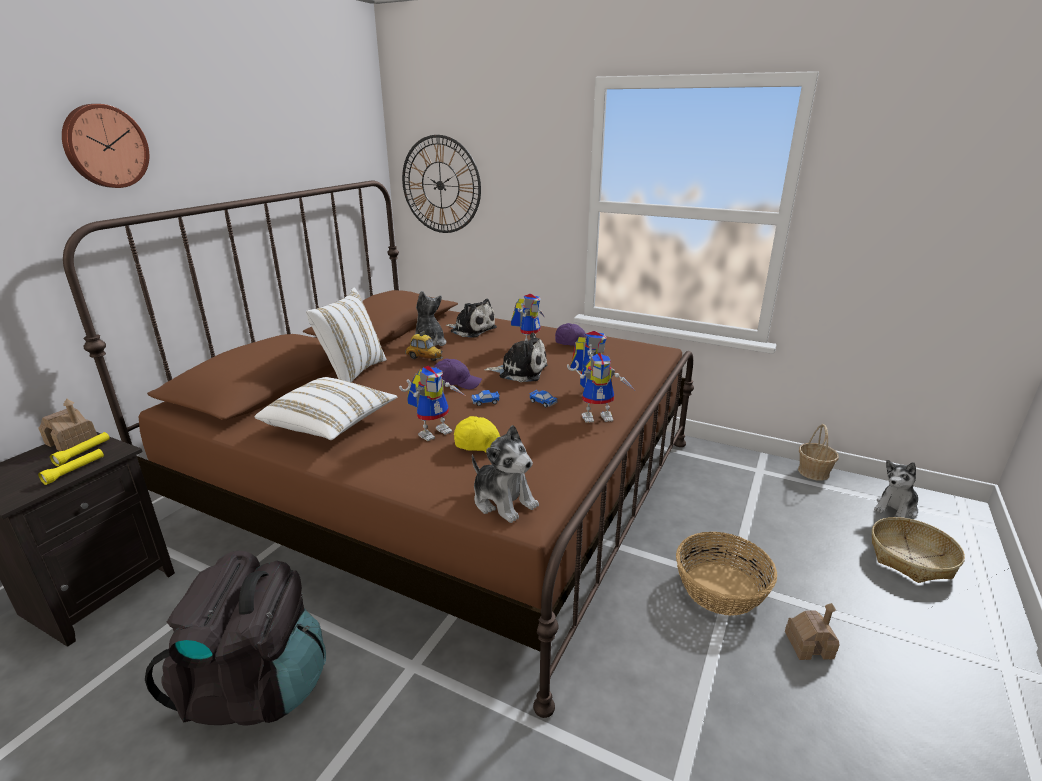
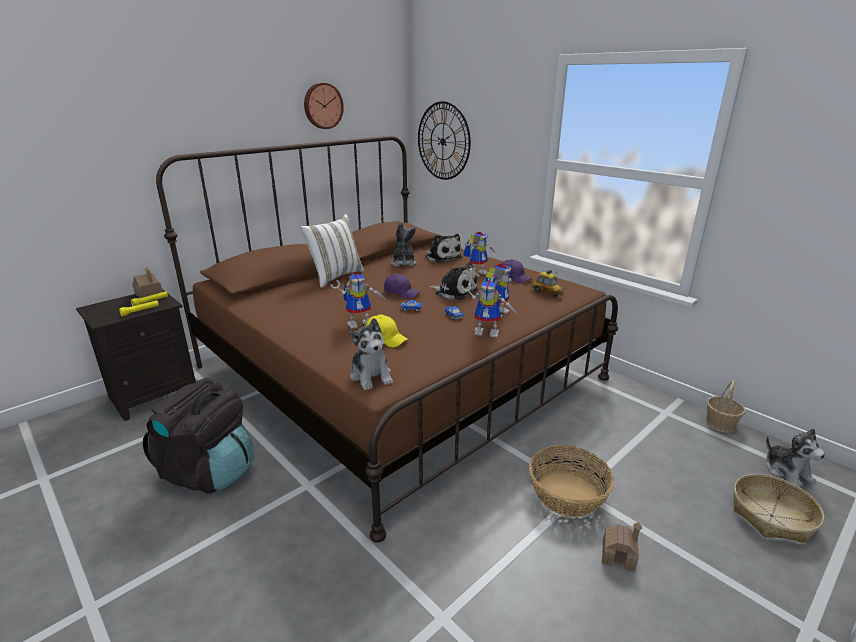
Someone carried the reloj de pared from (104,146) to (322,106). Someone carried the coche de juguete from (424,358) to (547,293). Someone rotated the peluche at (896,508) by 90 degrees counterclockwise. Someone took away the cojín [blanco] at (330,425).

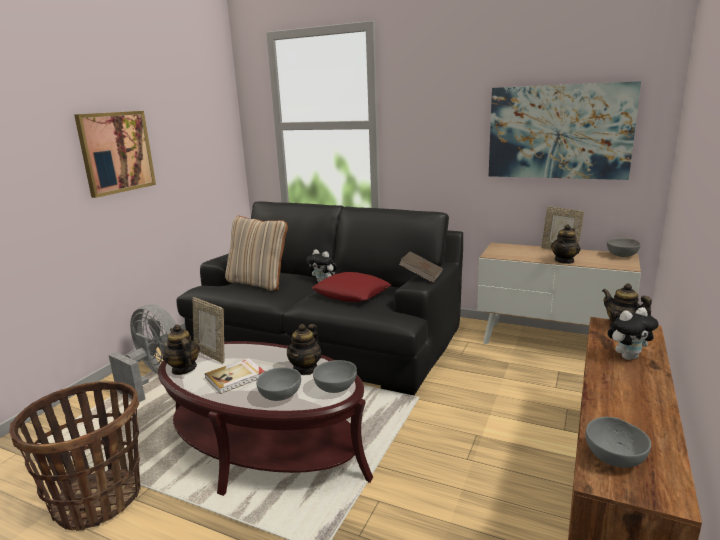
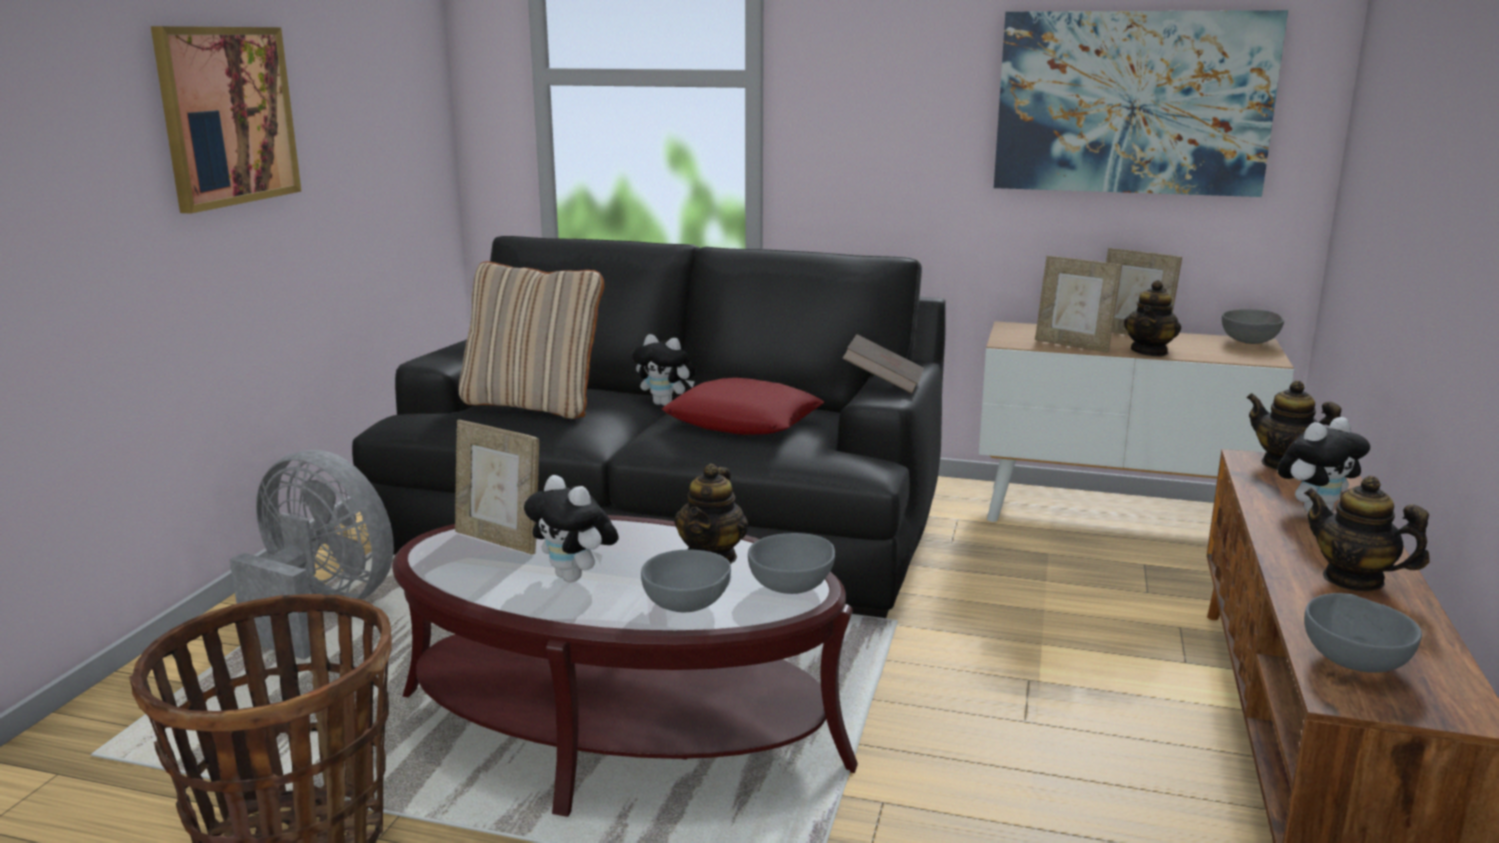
Someone swapped the libro at (236,377) for the peluche at (575,577). Someone put down the portarretratos at (1073,345). Someone carried the tetera from (183,369) to (1353,579).

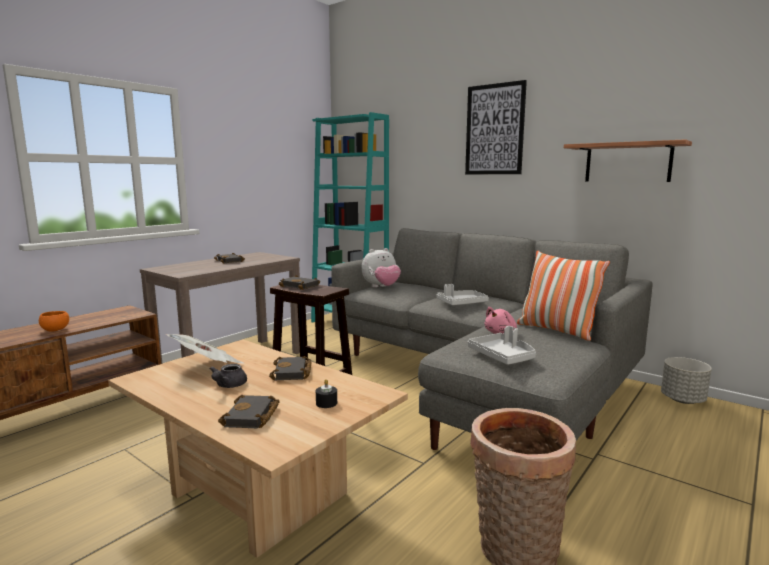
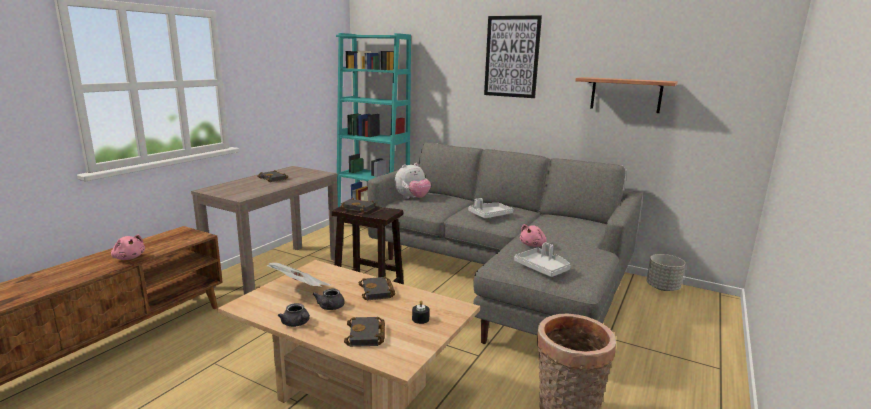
Someone swapped the cuenco [naranja] at (55,330) for the peluche [rosa] at (129,257). Someone put down the tetera [gris] at (297,324). Someone took away the cojín at (556,330).

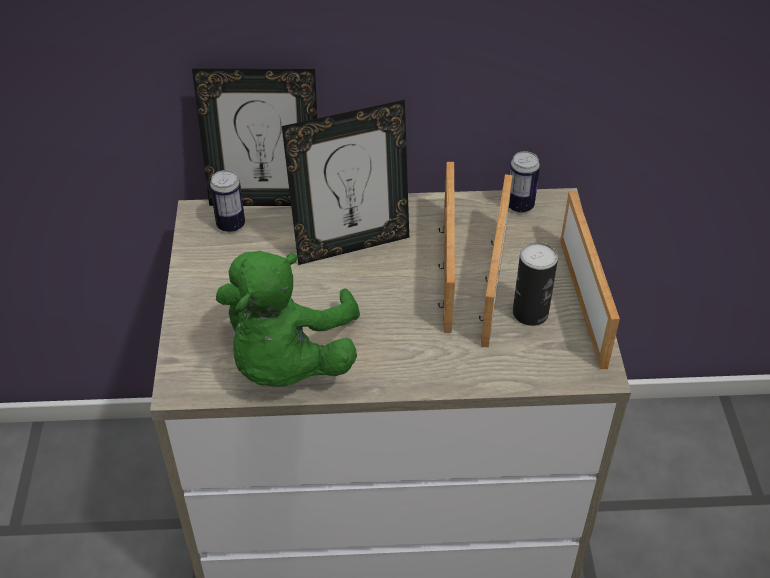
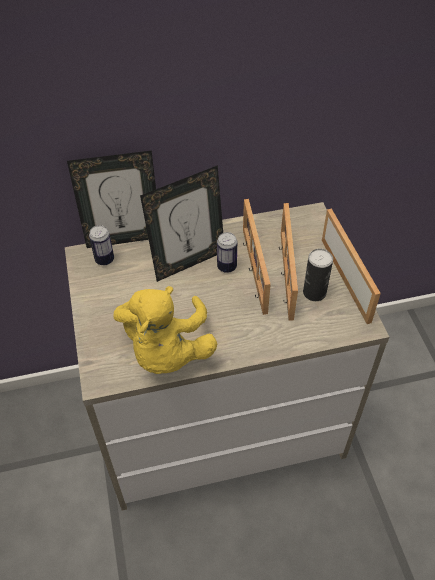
Someone repainted the peluche [verde] at (287,361), which became the peluche [amarillo] at (166,351). Someone carried the lata from (520,206) to (227,267).

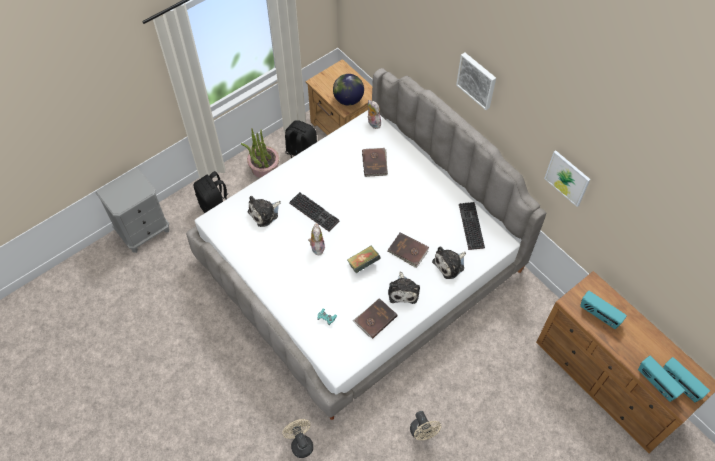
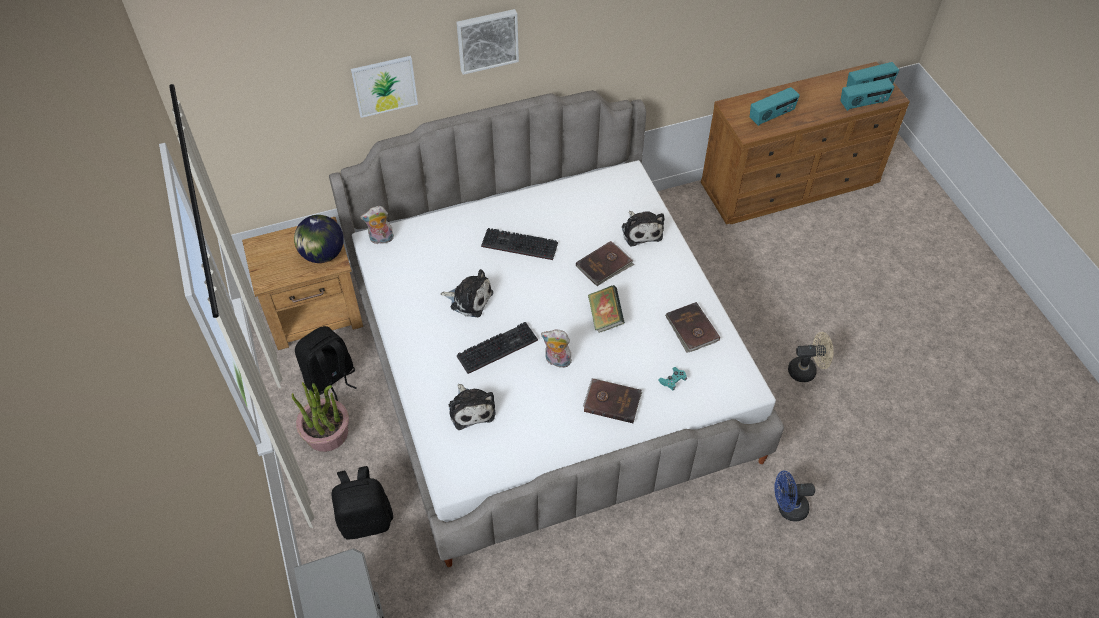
Someone carried the cuadro from (567,178) to (384,86). Someone carried the peluche from (403,291) to (469,299). Someone carried the teclado from (470,225) to (518,246). Someone carried the libro [marrón] from (375,163) to (612,401). Someone repainted the ventilador [beis] at (300,443), which became the ventilador [azul] at (787,508).

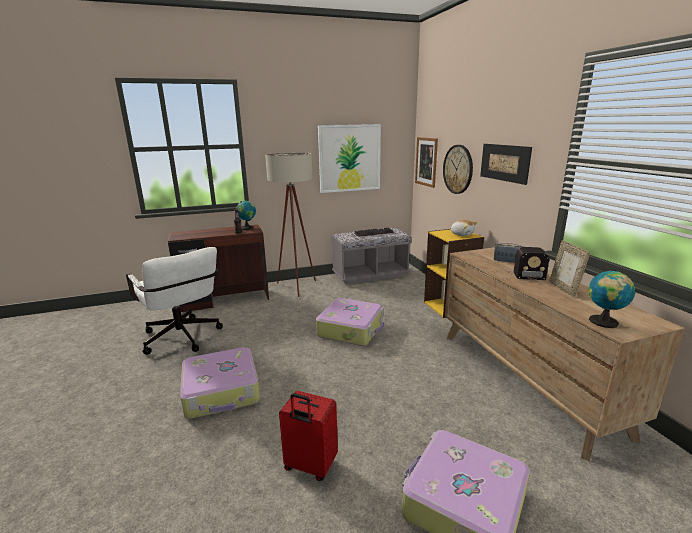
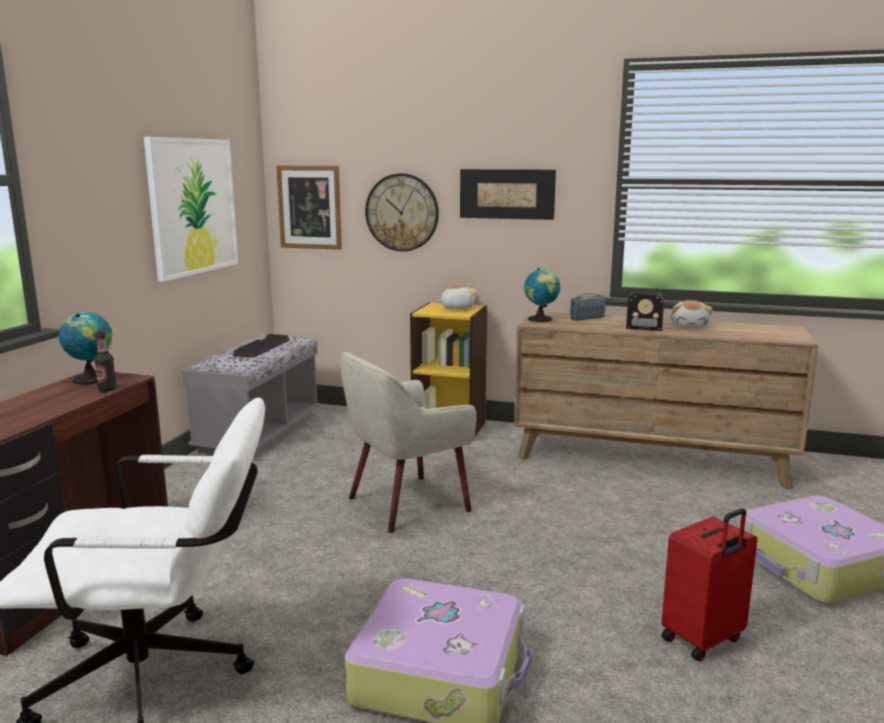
Someone swapped the maleta at (351,329) for the sillón [beis] at (406,504). Someone carried the globo terráqueo from (604,322) to (541,319). Someone rotated the radio at (518,274) by 60 degrees clockwise. Someone swapped the portarretratos at (564,289) for the peluche at (690,326). Someone took away the lámpara de pie [beis] at (297,289).

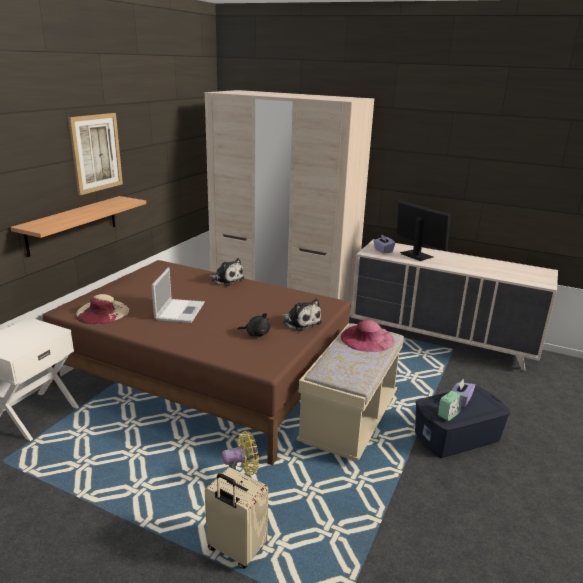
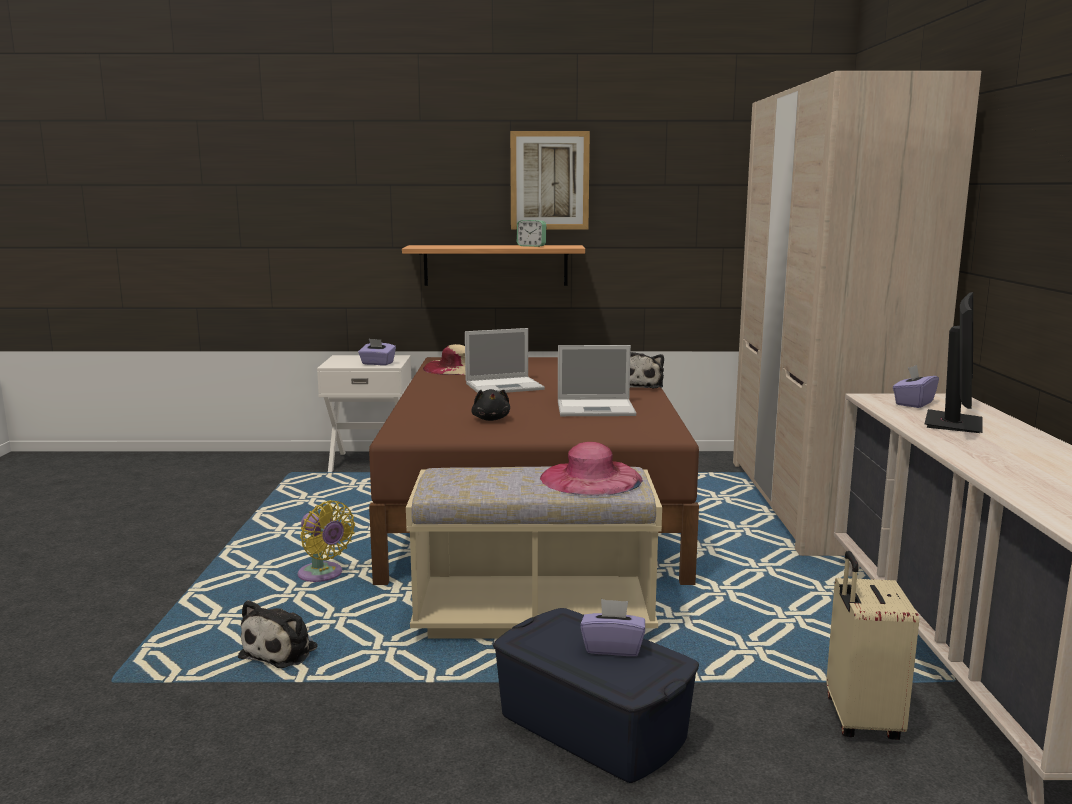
Someone carried the peluche from (301,322) to (282,650). Someone put down the caja de pañuelos [morado] at (377,363). Someone carried the despertador from (448,414) to (531,246). Someone put down the portátil at (597,408). Someone carried the maleta [beis] from (235,550) to (859,720).

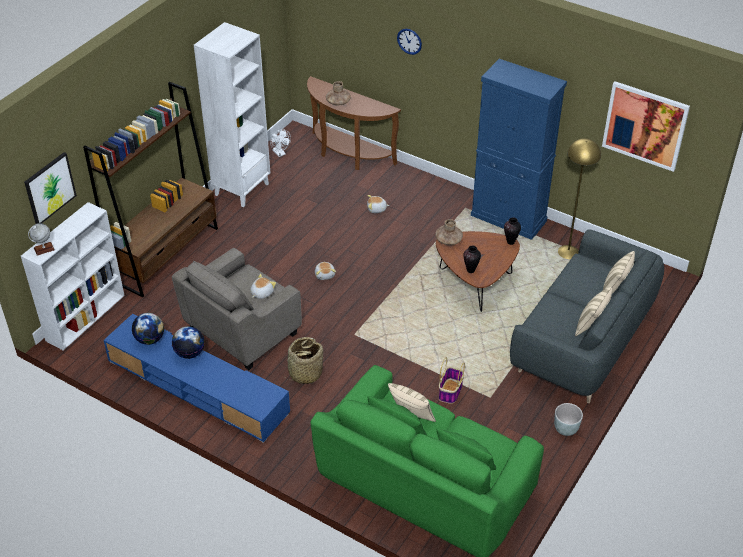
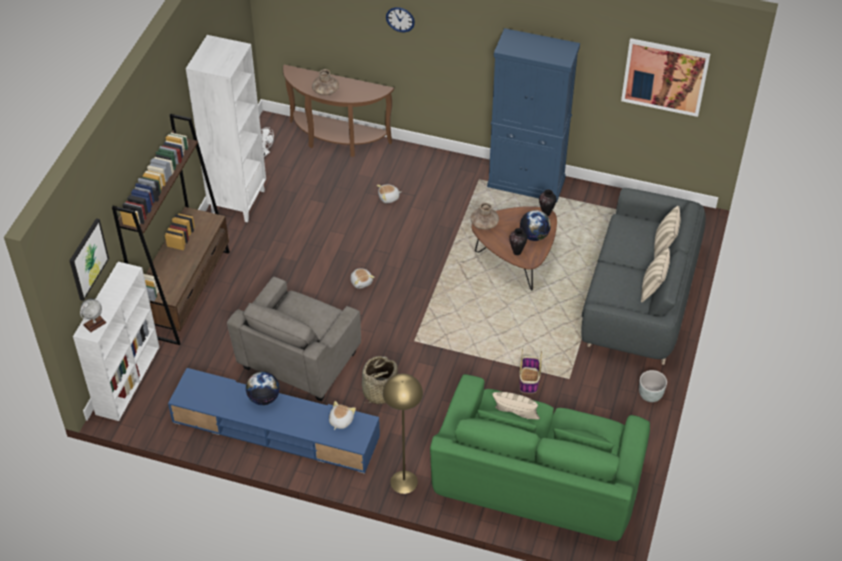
Someone carried the peluche from (261,293) to (340,421). Someone carried the lámpara de pie [amarillo] from (568,252) to (403,482). Someone carried the globo terráqueo from (150,339) to (534,236).

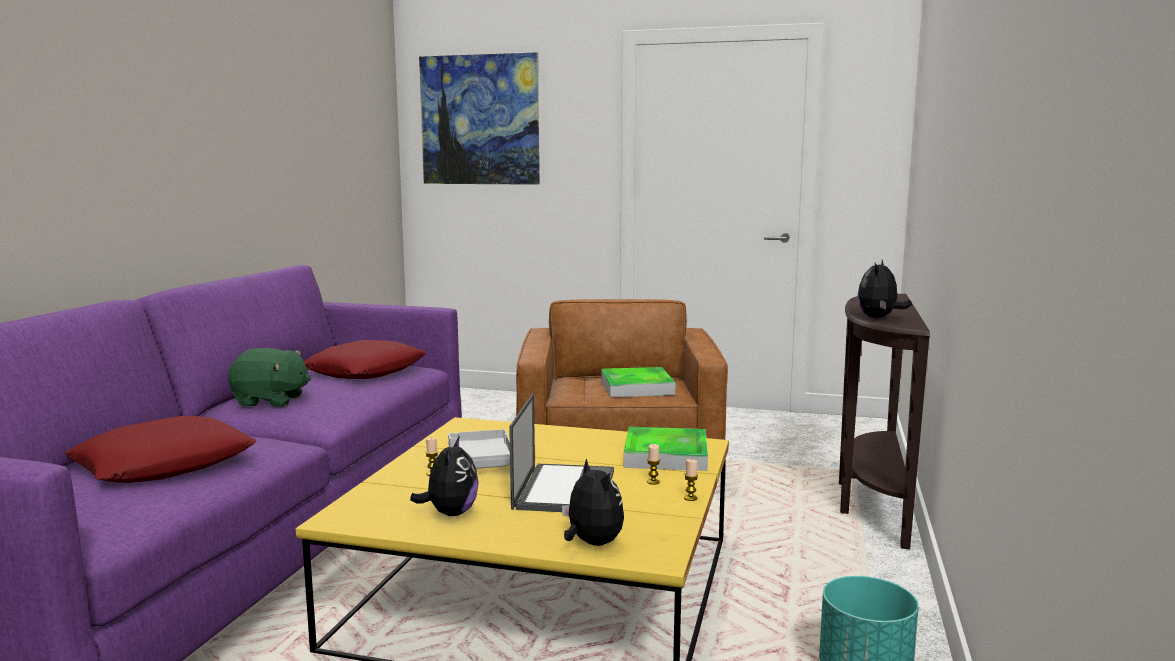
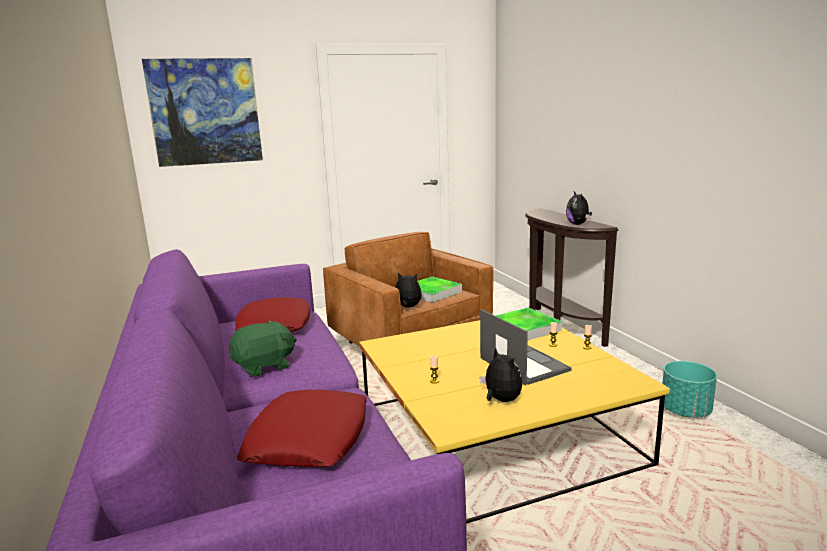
Someone carried the peluche from (592,543) to (407,307). Someone took away the bandeja [gris] at (480,461).

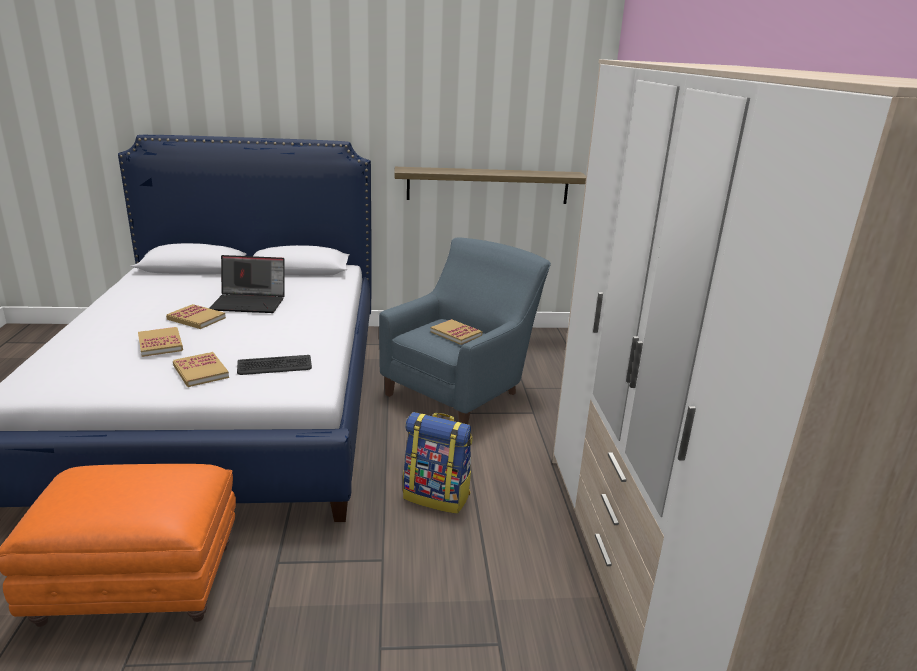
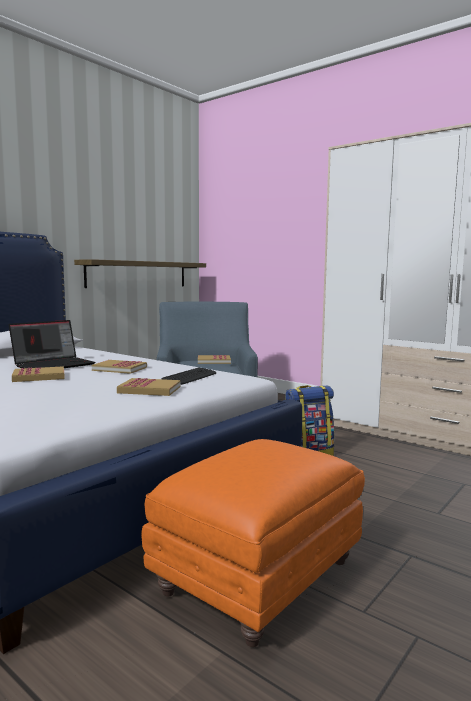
Someone carried the libro from (160,344) to (119,369).

